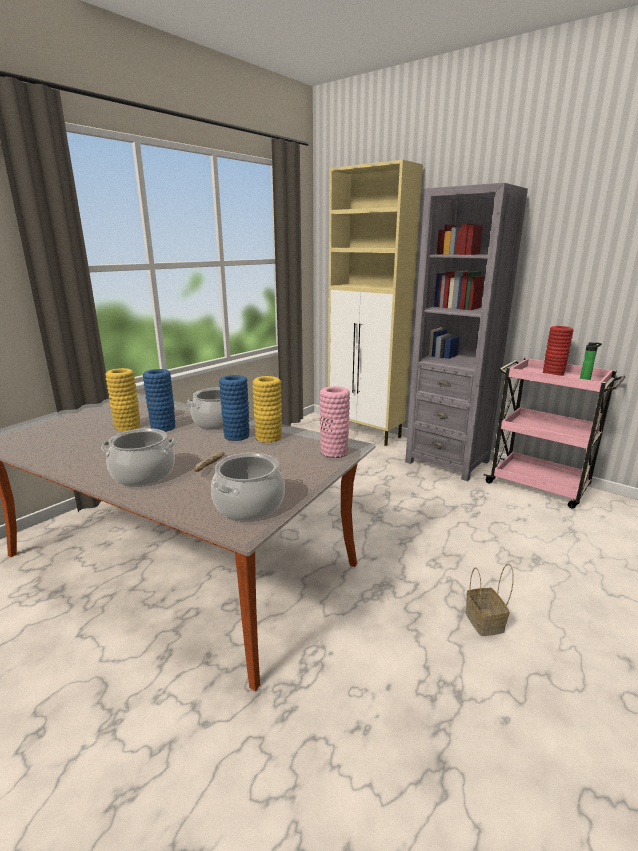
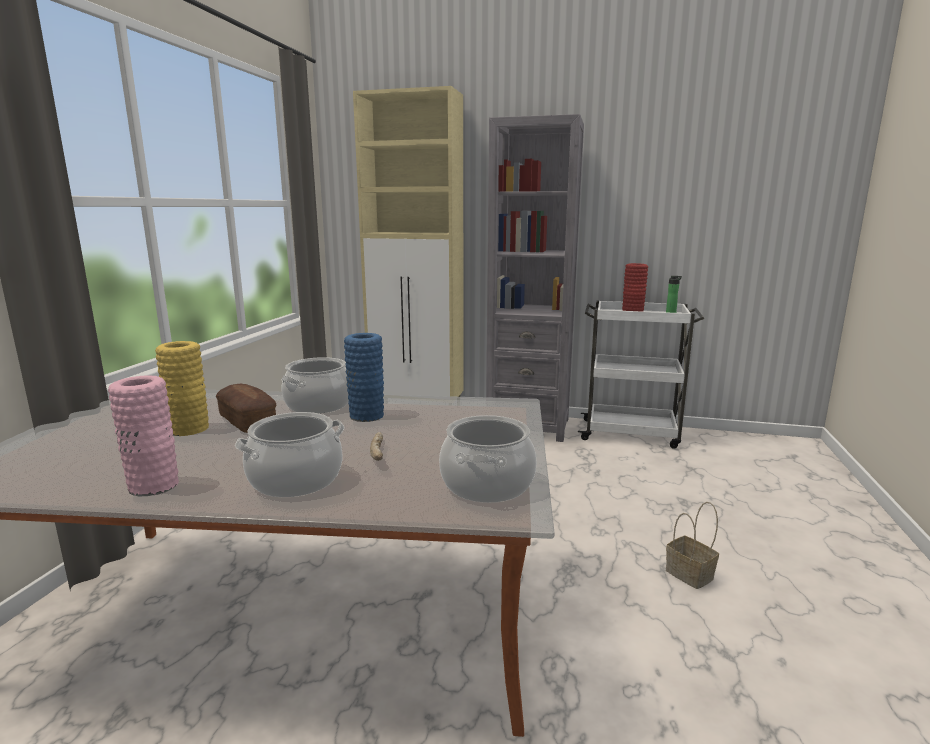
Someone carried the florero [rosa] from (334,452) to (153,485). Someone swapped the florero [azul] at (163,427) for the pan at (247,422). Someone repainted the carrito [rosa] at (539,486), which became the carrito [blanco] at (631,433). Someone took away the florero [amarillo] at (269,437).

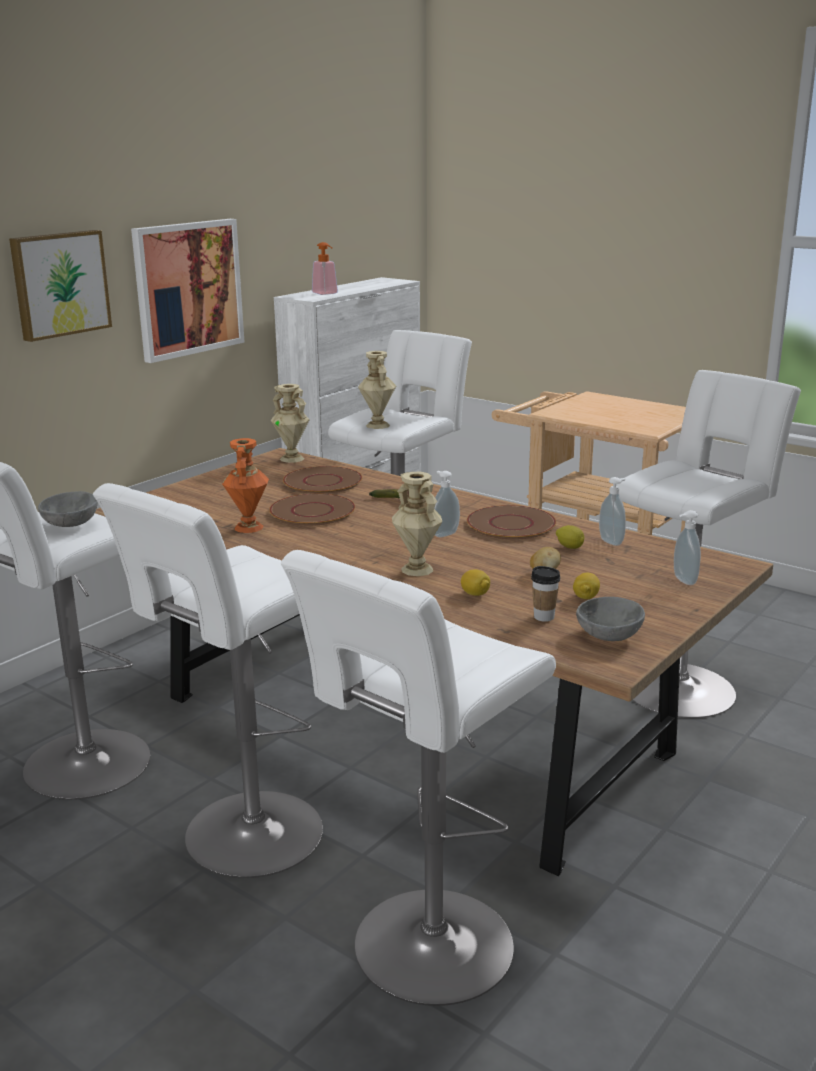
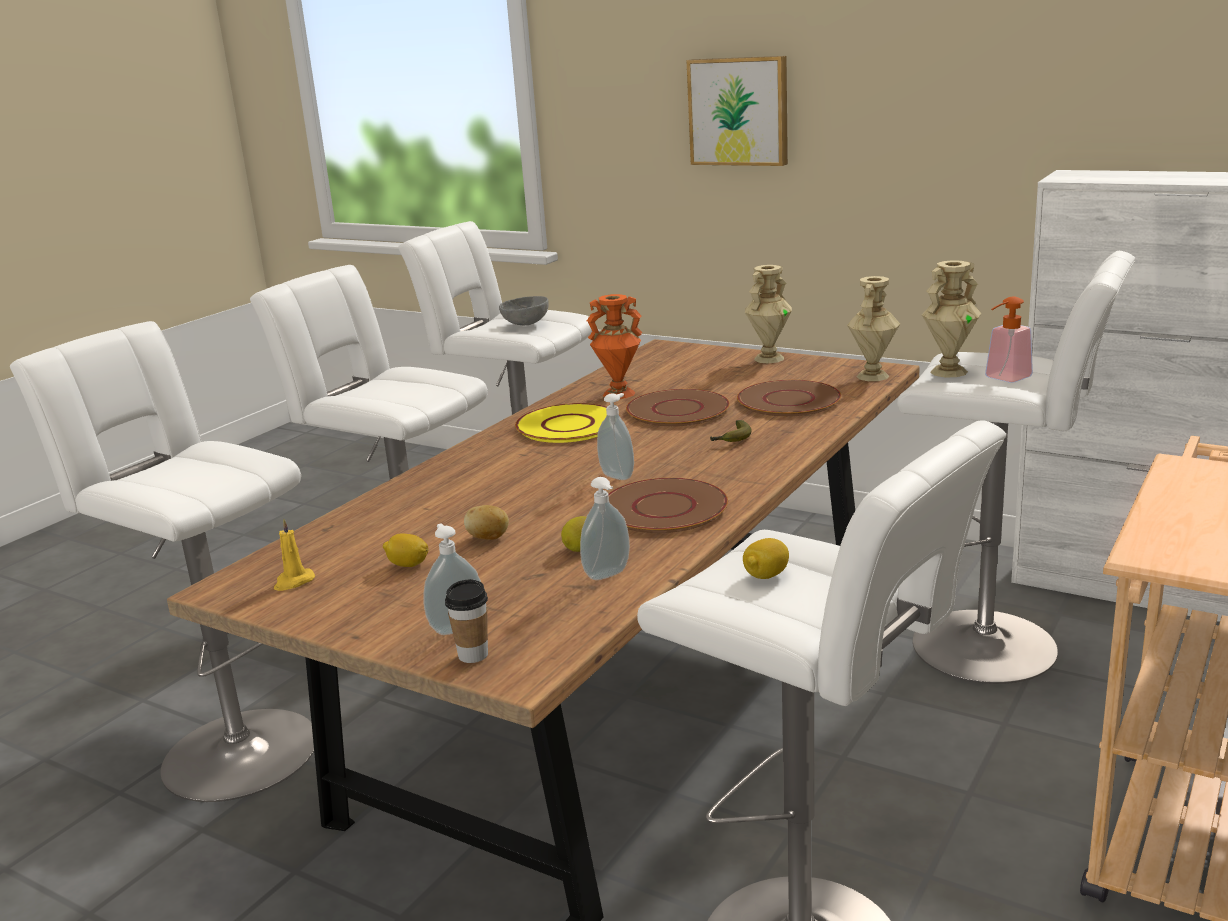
Someone swapped the cuenco [gris] at (609,636) for the vela [amarillo] at (293,582). Someone carried the taza from (544,617) to (473,655). Someone put down the plato [amarillo] at (568,425). Someone carried the limón from (475,594) to (766,576). Someone carried the florero [beis] from (416,569) to (768,358). Someone carried the dispensador de jabón from (327,294) to (1003,379). Someone took away the cuadro at (188,288).

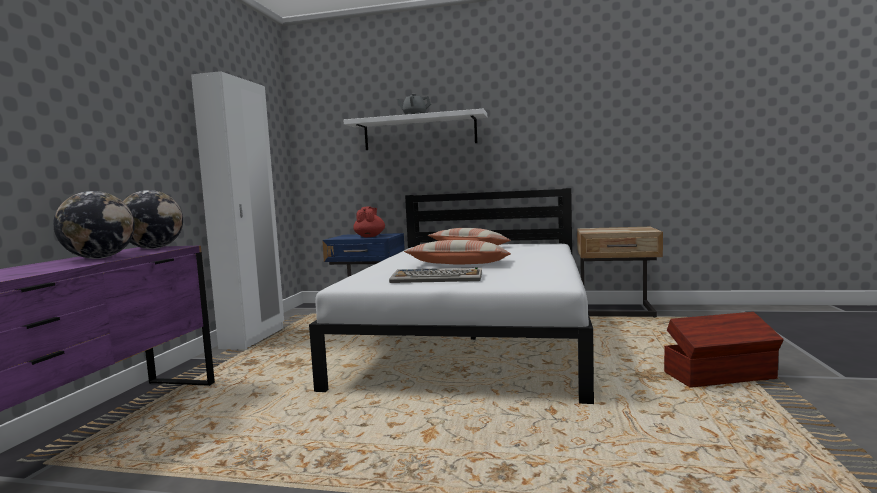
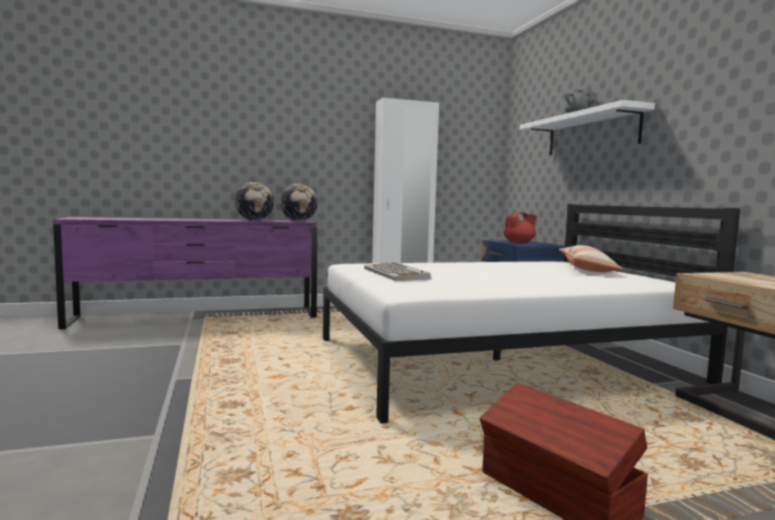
Someone took away the cojín at (458,264).

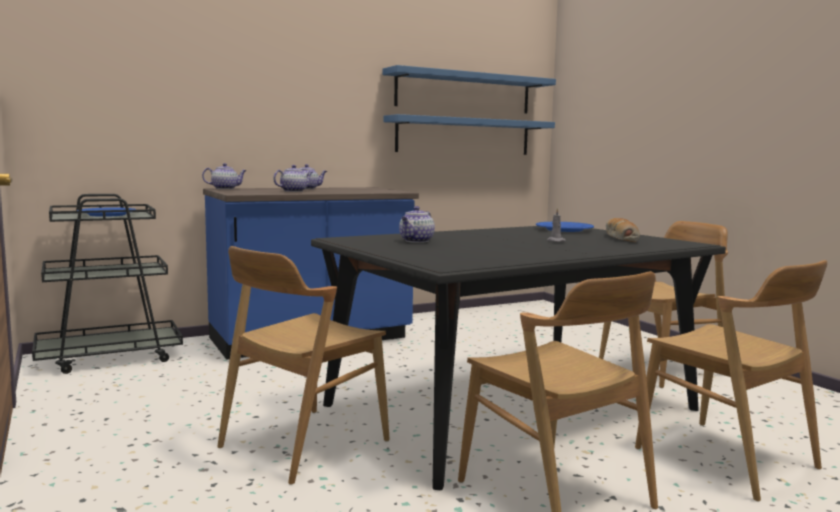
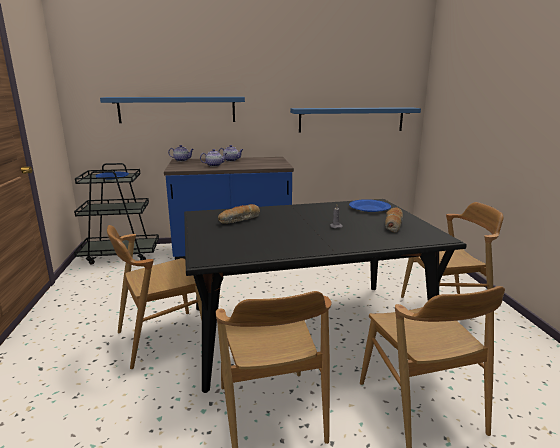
Someone carried the estante [azul] from (464,92) to (177,109). Someone swapped the tetera at (416,241) for the pan at (240,220).

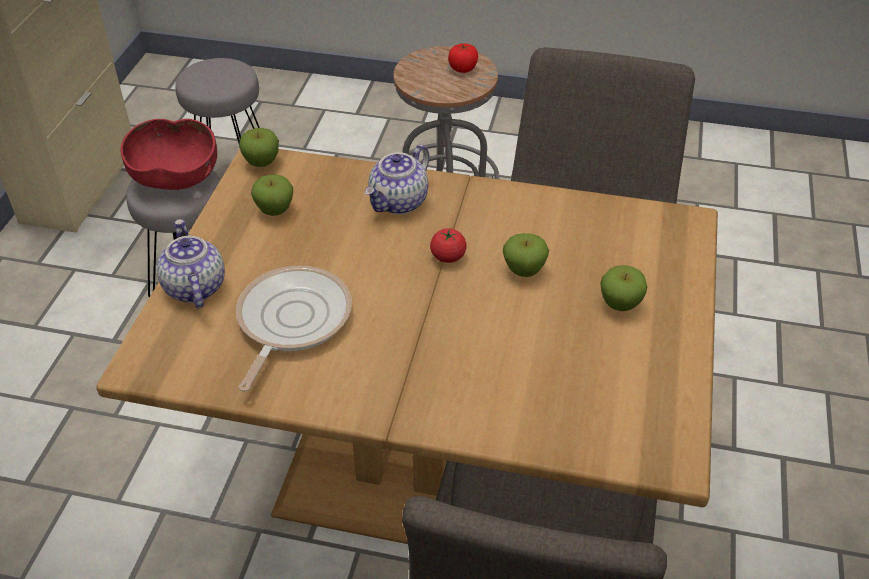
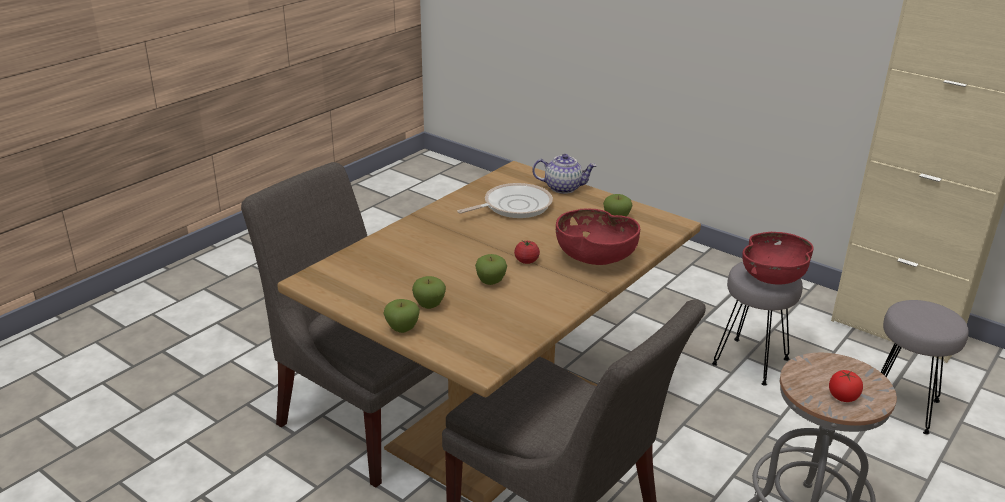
Someone carried the manzana from (261,162) to (402,329). Someone rotated the sartén at (290,321) by 75 degrees counterclockwise. Someone swapped the tetera at (399,202) for the cuenco [rojo] at (594,258).

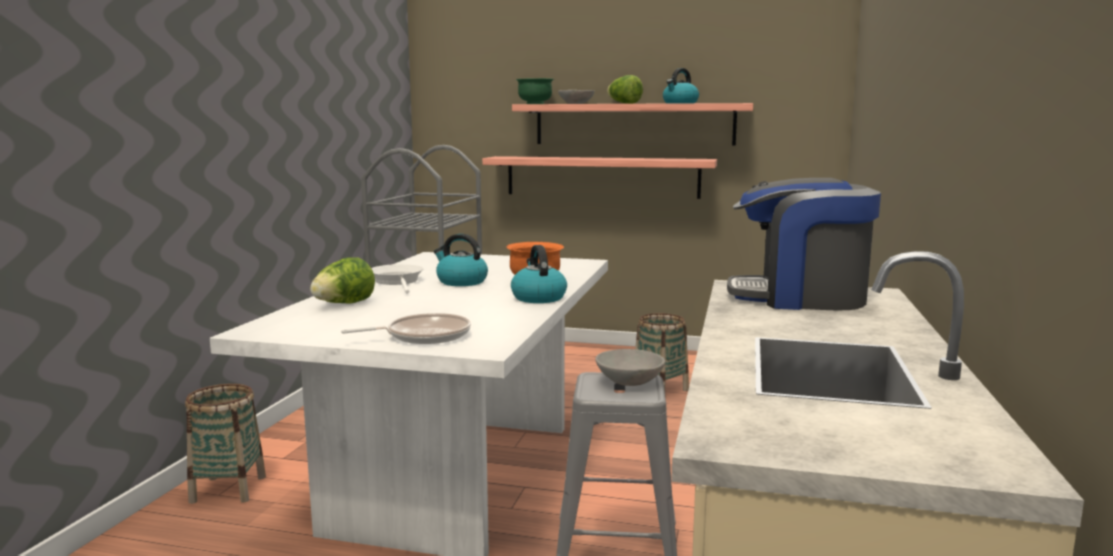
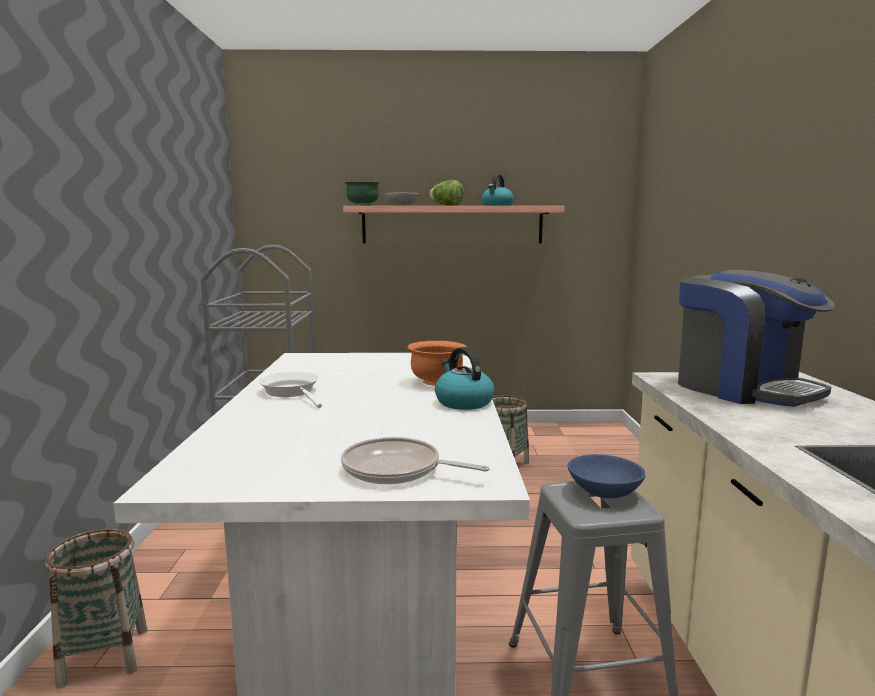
Someone rotated the sartén at (423,336) by 120 degrees counterclockwise. Someone repainted the cuenco [gris] at (629,382), which became the cuenco [azul] at (604,492). Someone rotated the cafetera at (799,298) by 120 degrees counterclockwise. Someone took away the lechuga at (344,304). Someone took away the hervidor at (461,282). Someone took away the estante at (602,177).

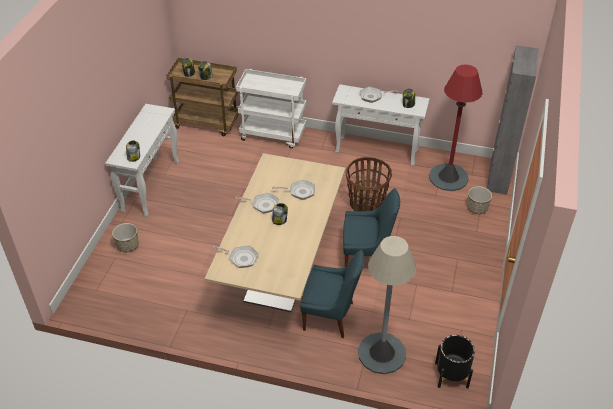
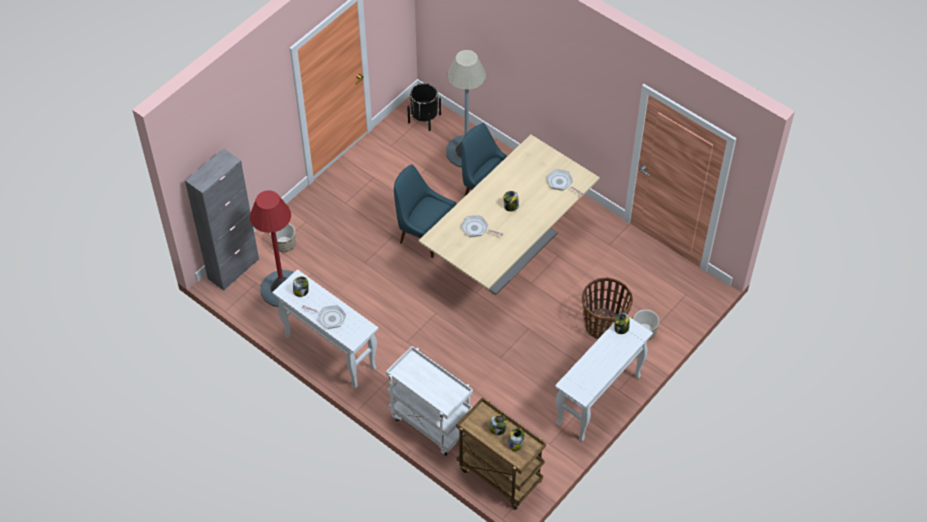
Someone carried the cesta from (366,204) to (603,325). Someone took away the sartén at (263,205).

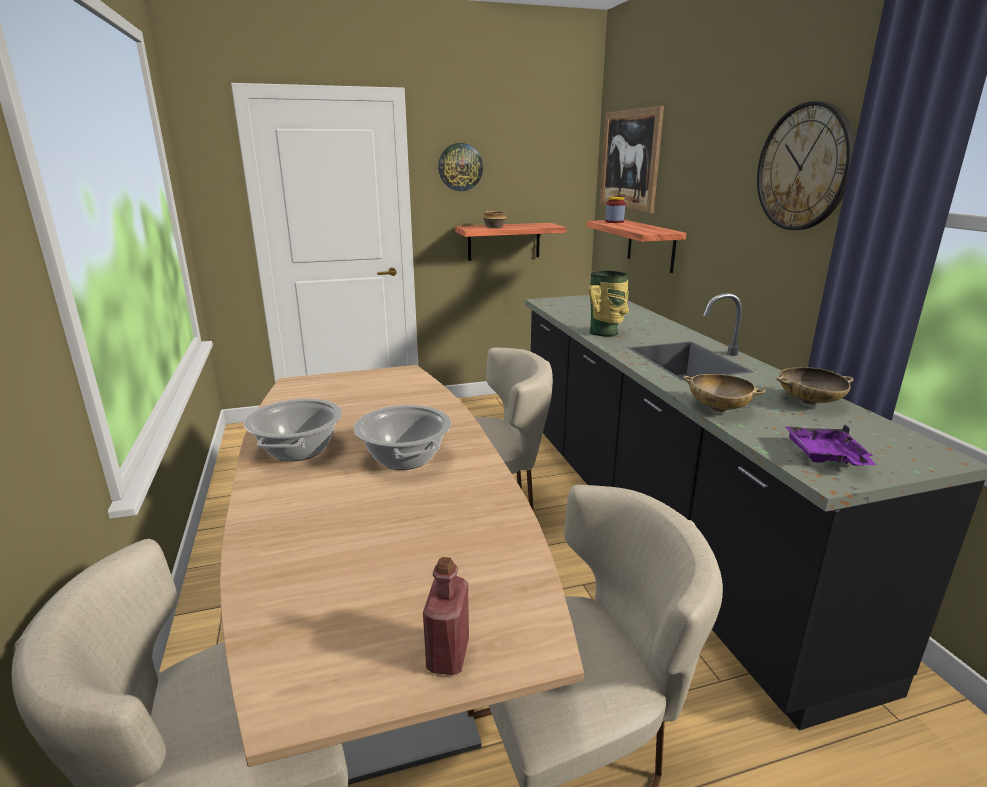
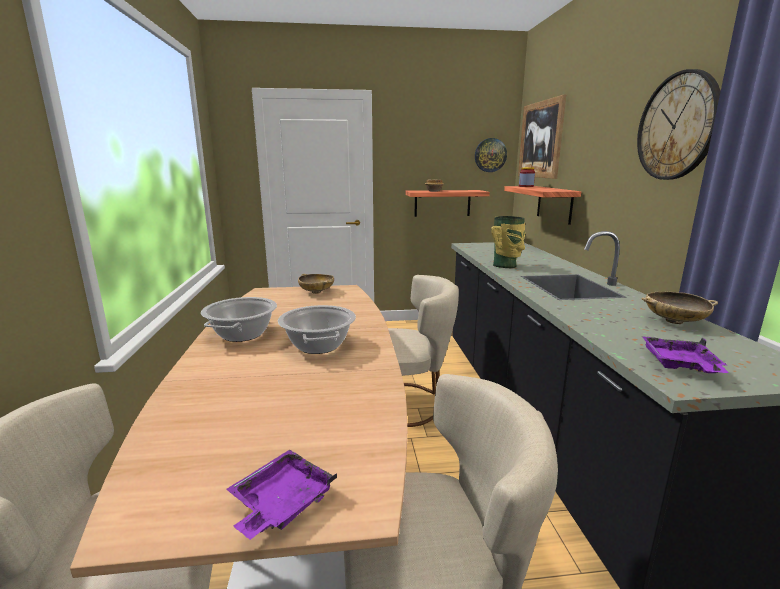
Someone swapped the botella [rojo] at (448,655) for the bandeja [morado] at (281,503). Someone carried the cuenco [beis] from (718,408) to (317,292). Someone carried the reloj de pared from (460,167) to (490,155).

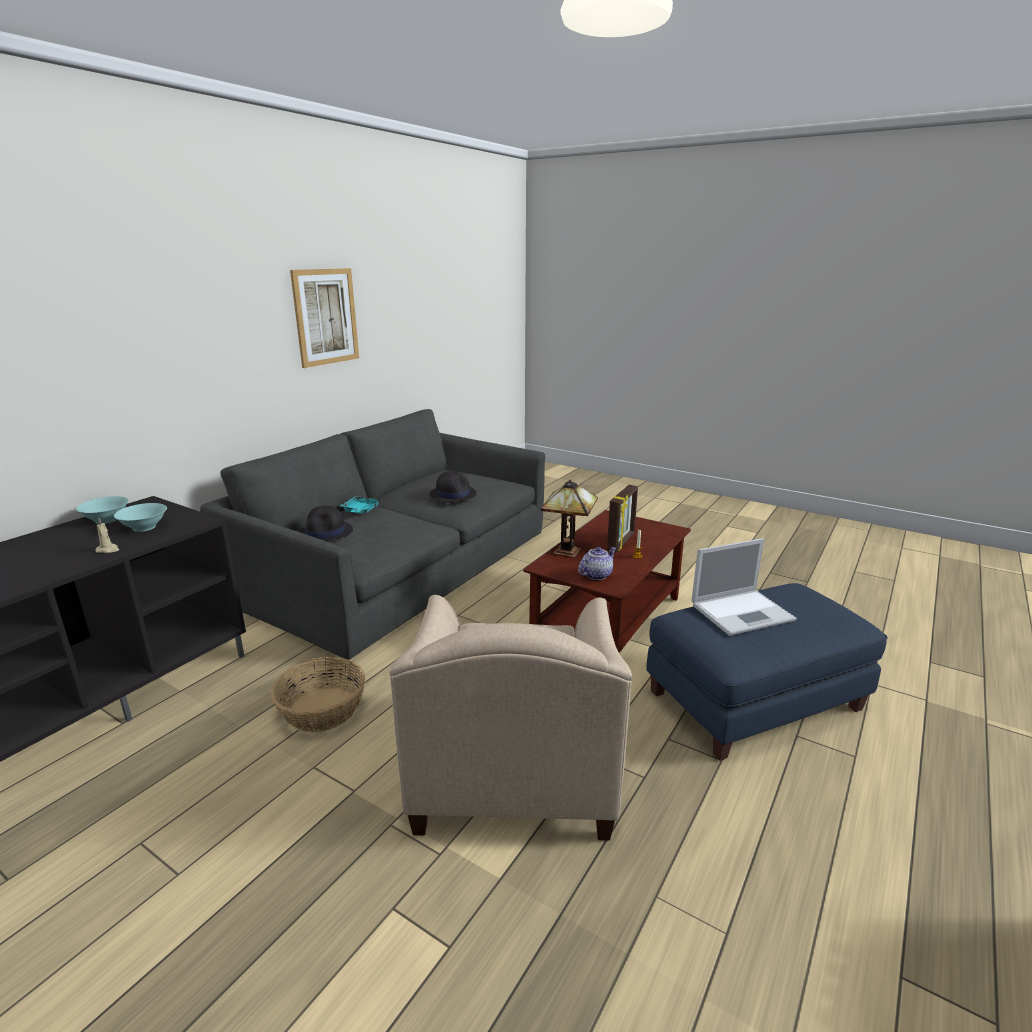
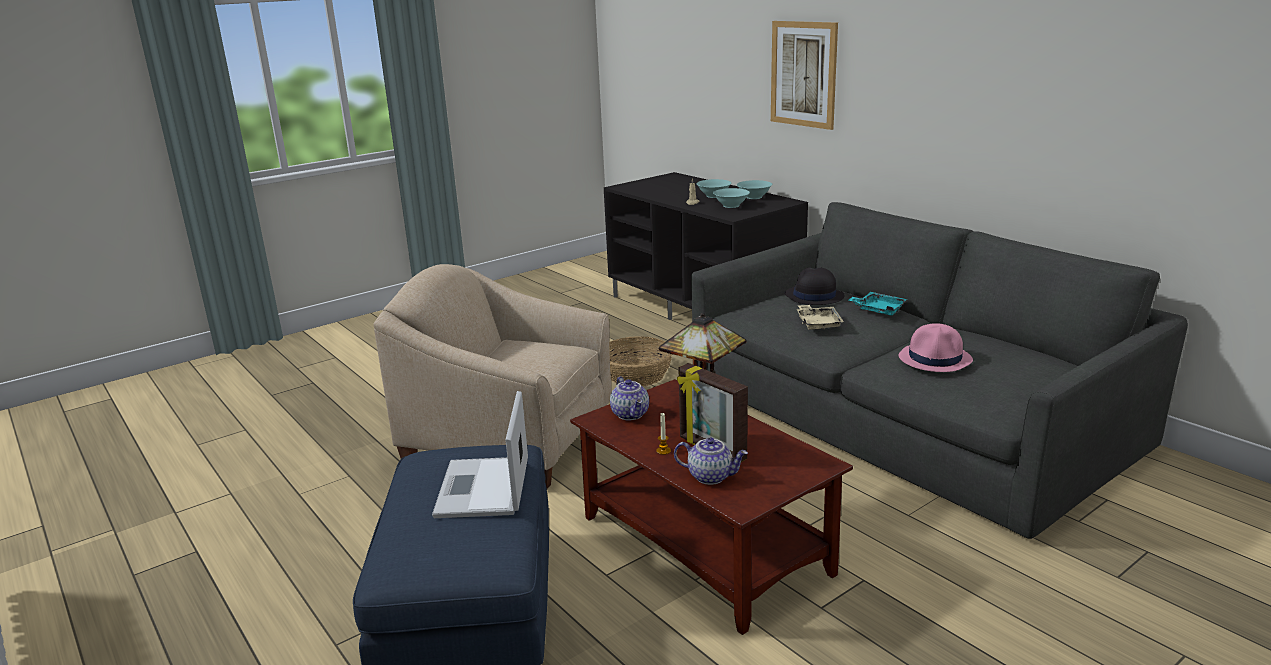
Someone put down the tetera at (711,476). Someone put down the cuenco [turquesa] at (714,196). Someone carried the cuadro from (326,317) to (803,74). Someone put down the bandeja [beis] at (818,323). Someone repainted the sombrero [negro] at (453,494), which became the sombrero [rosa] at (935,359).

